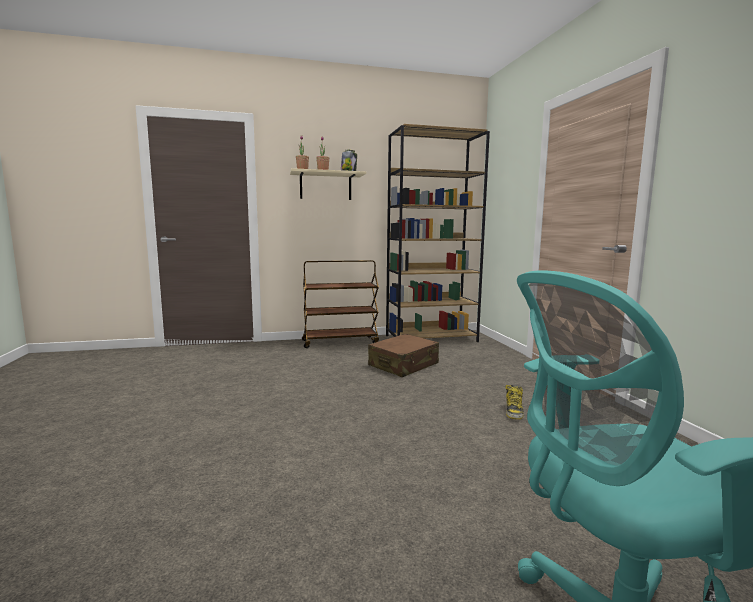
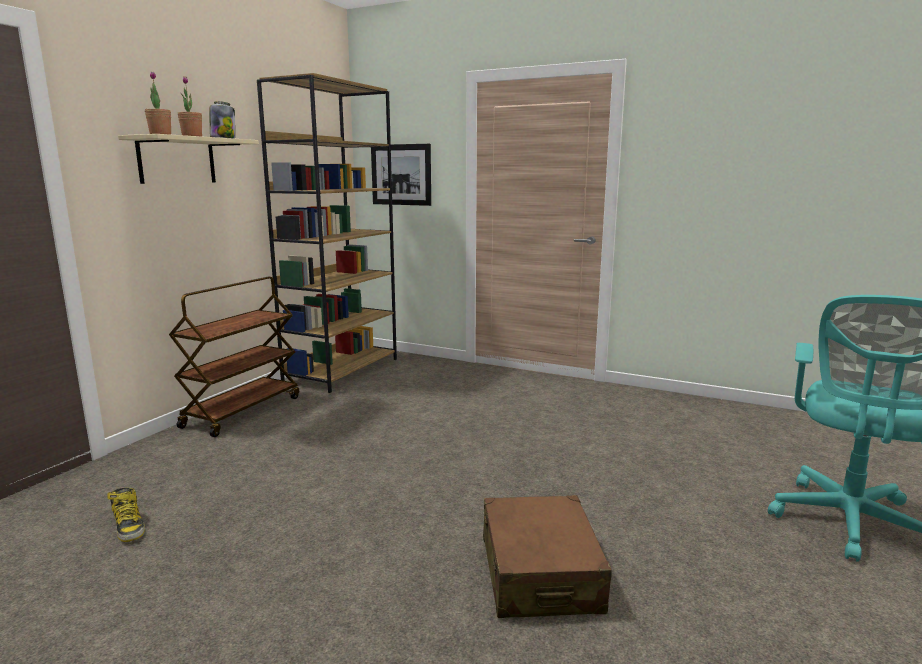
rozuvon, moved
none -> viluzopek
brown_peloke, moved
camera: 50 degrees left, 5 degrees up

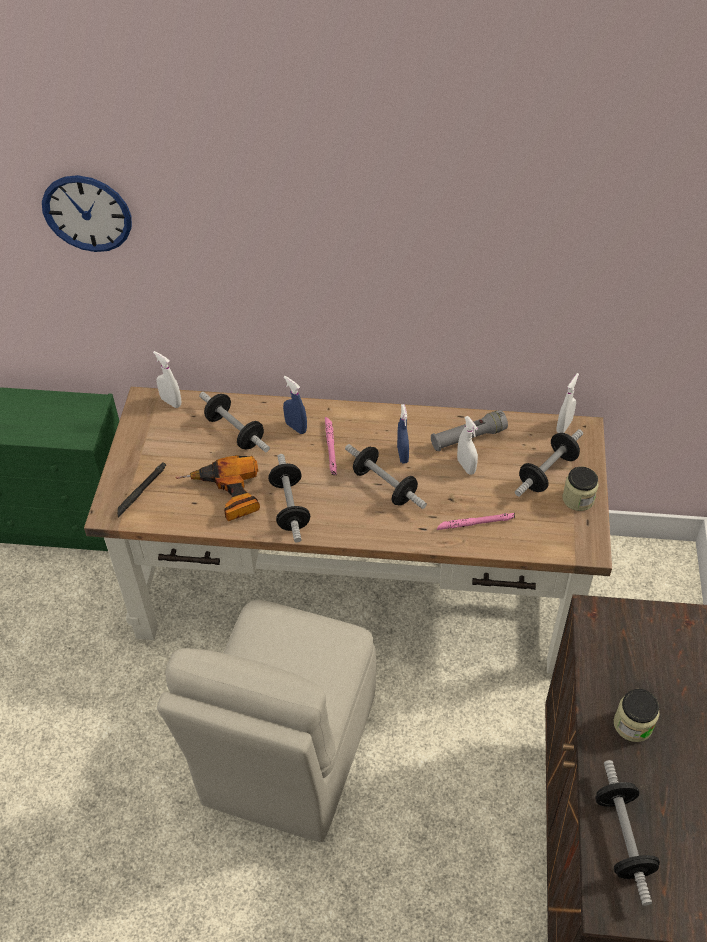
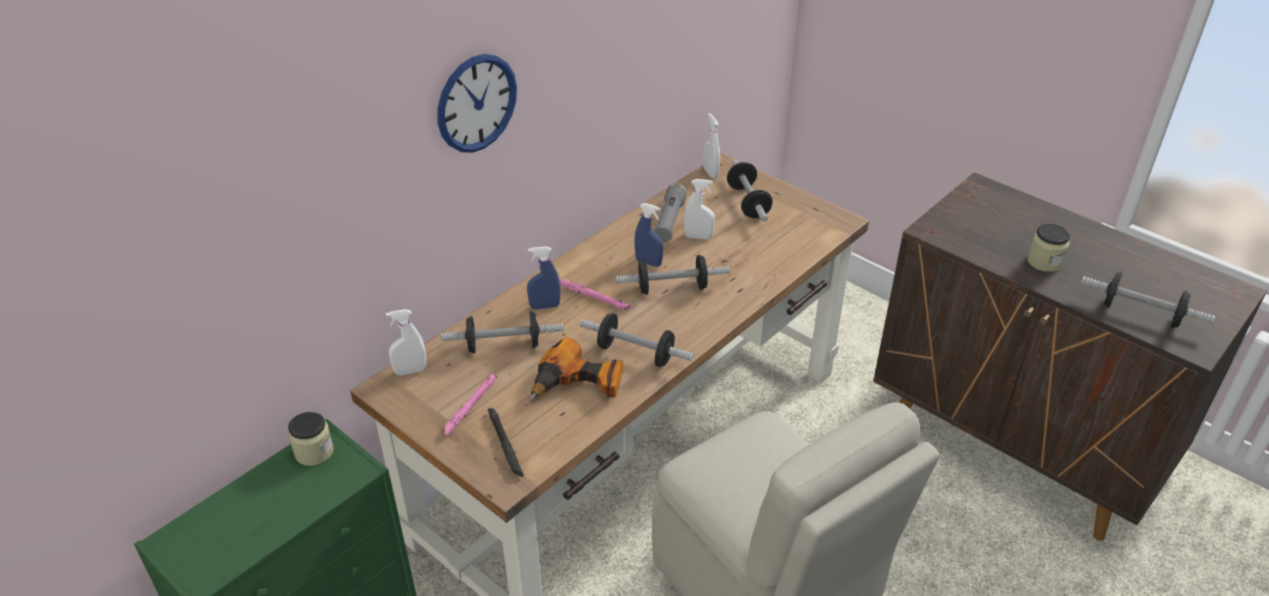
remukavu (1st from left), moved
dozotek, moved
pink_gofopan (2nd from left in the first image) -> pink_gofopan (1st from left), moved
camera: 55 degrees left, 10 degrees down

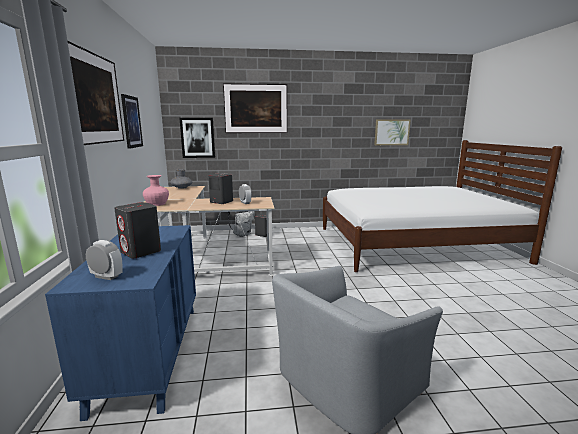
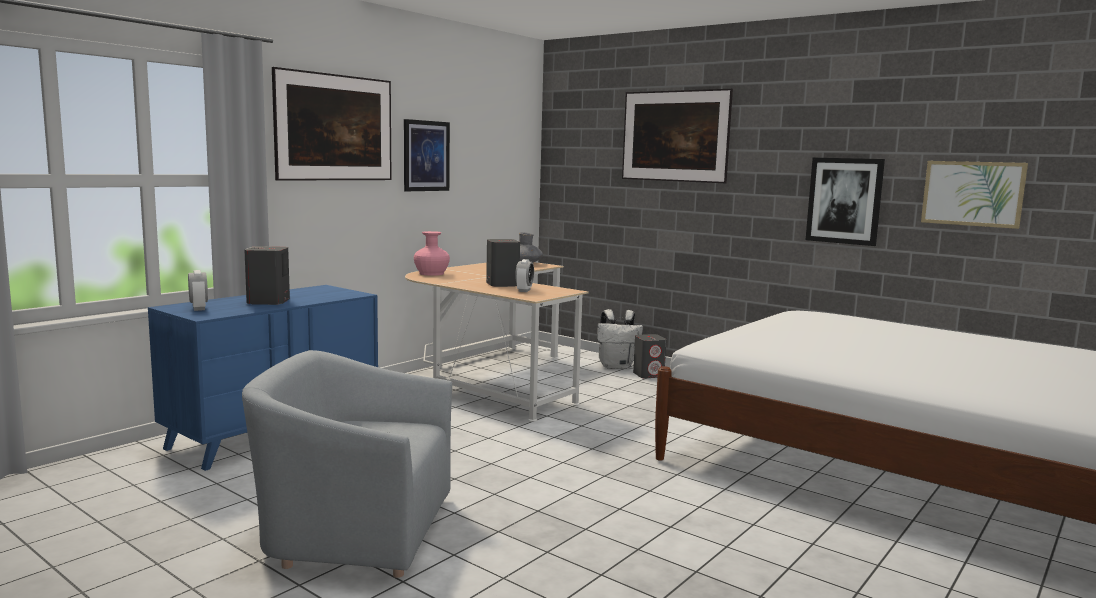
viluzopek (3rd from left in the first image) -> viluzopek (4th from left), moved
camera: 45 degrees right, 5 degrees down

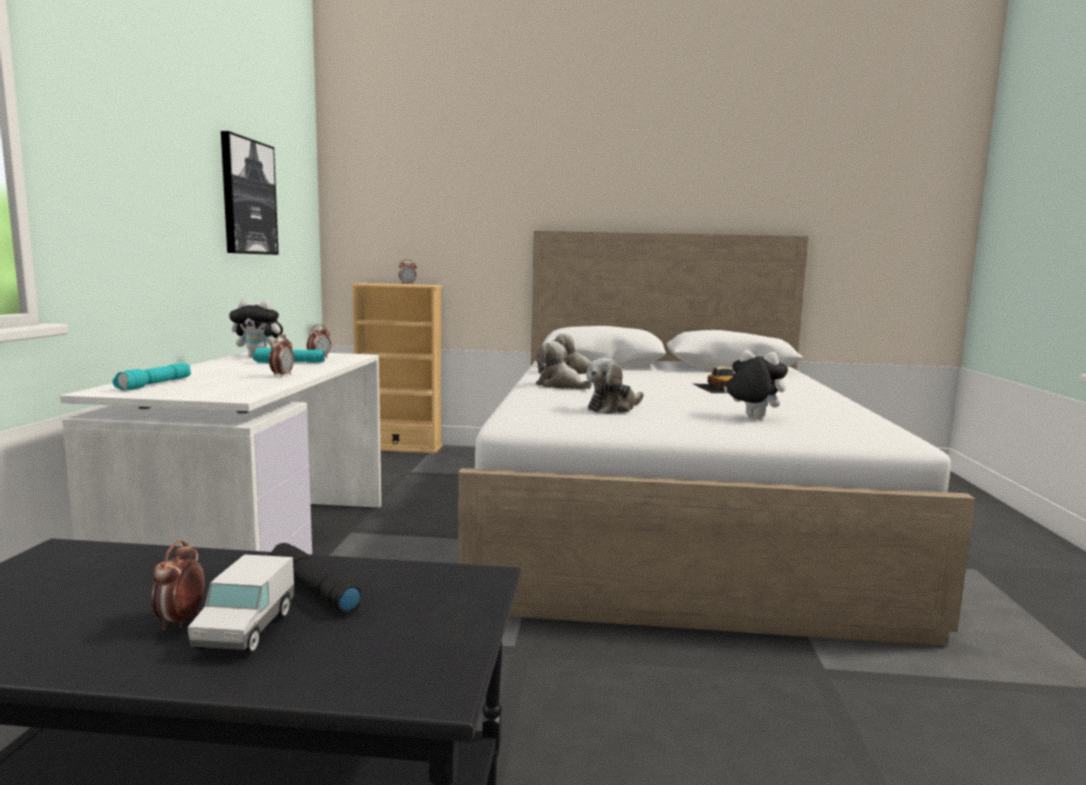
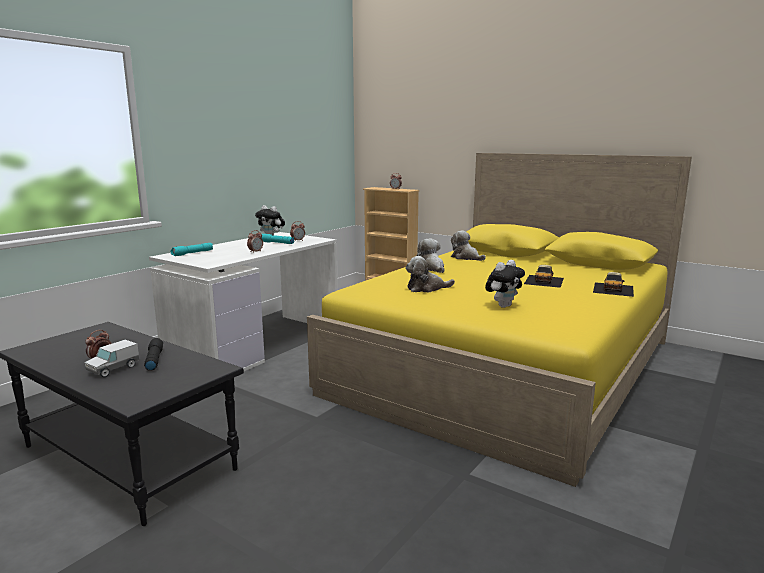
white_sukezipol -> yellow_sukezipol
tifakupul (5th from left), 75 degrees clockwise
none -> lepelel (2nd from left)
viluzopek -> none
camera: 30 degrees right, 5 degrees up

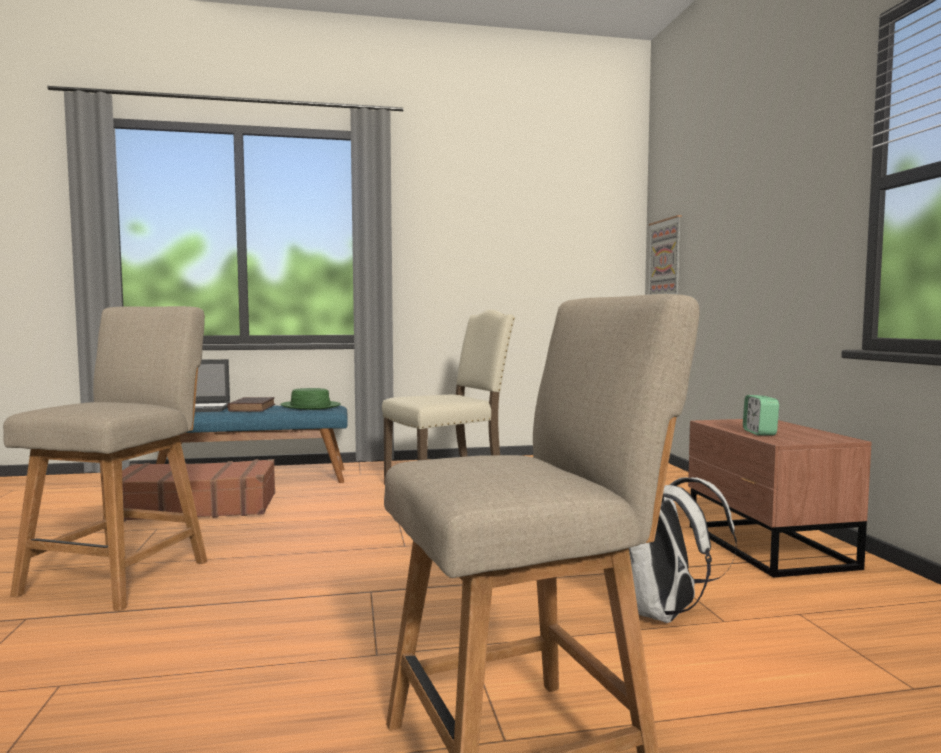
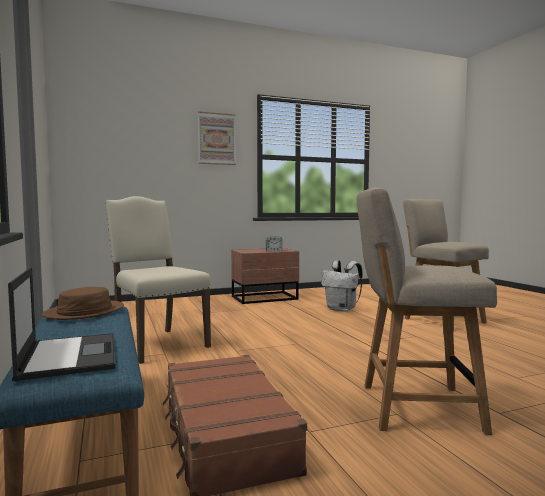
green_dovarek -> brown_dovarek
viluzopek, moved
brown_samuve -> none
camera: 100 degrees left, 0 degrees up

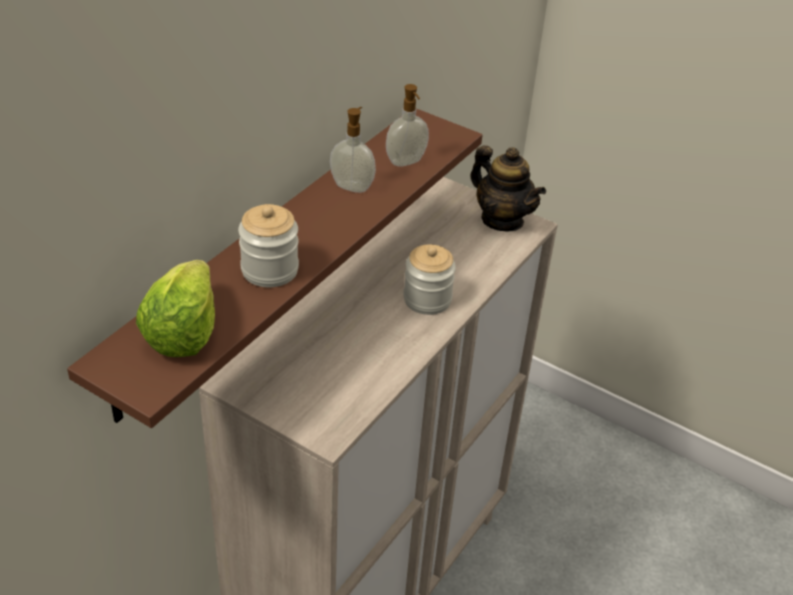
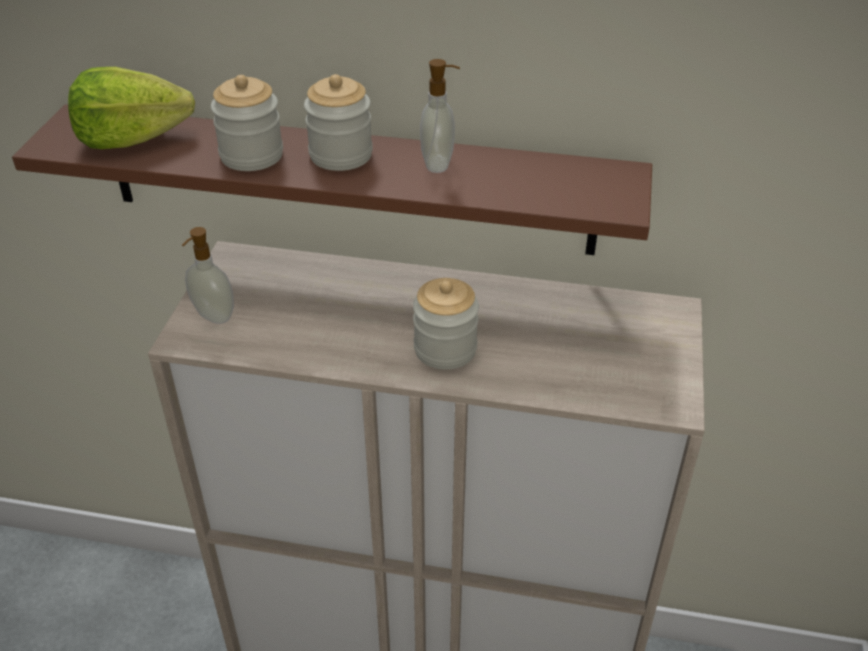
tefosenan (2nd from left in the first image) -> tefosenan (1st from left), moved
none -> remukavu (2nd from left)
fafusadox -> none
camera: 70 degrees right, 0 degrees up

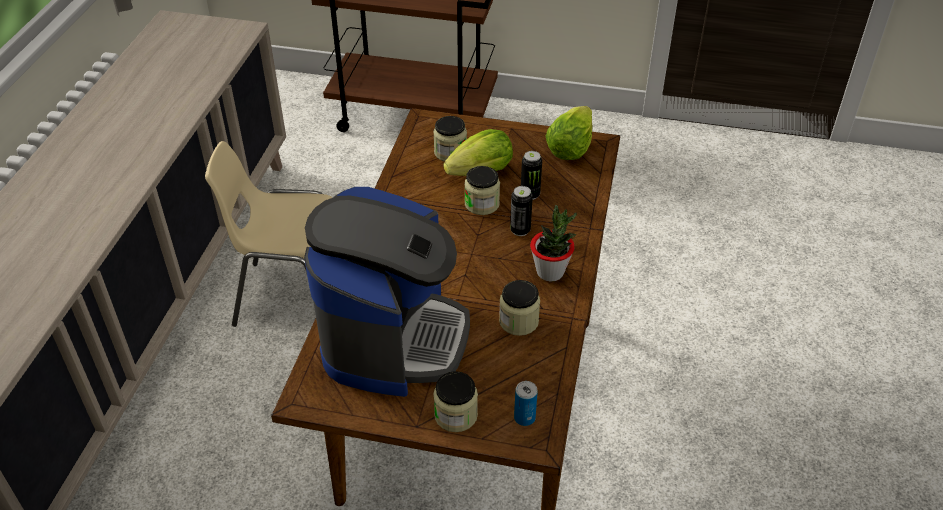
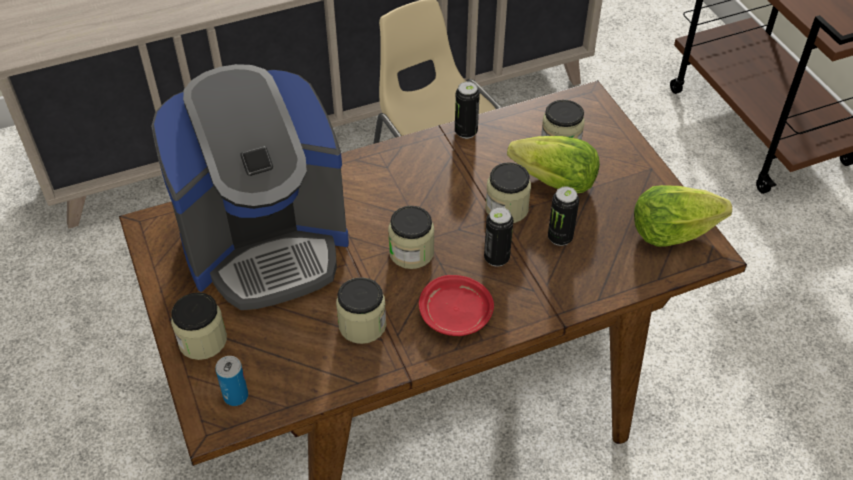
none -> remukavu (3rd from left)
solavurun -> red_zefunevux
none -> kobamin (2nd from left)
camera: 55 degrees right, 5 degrees up

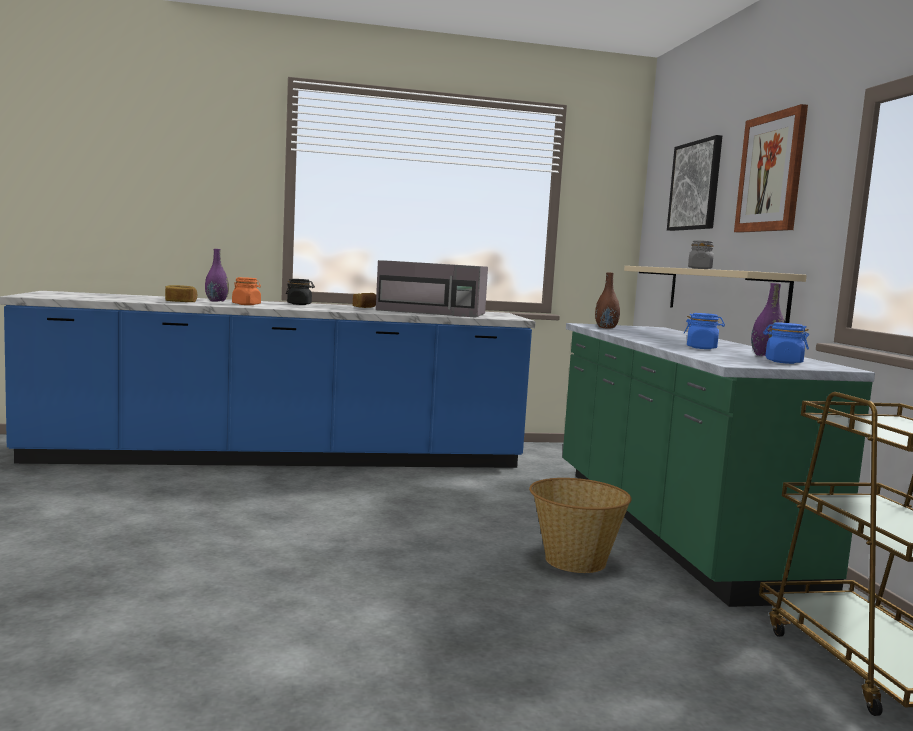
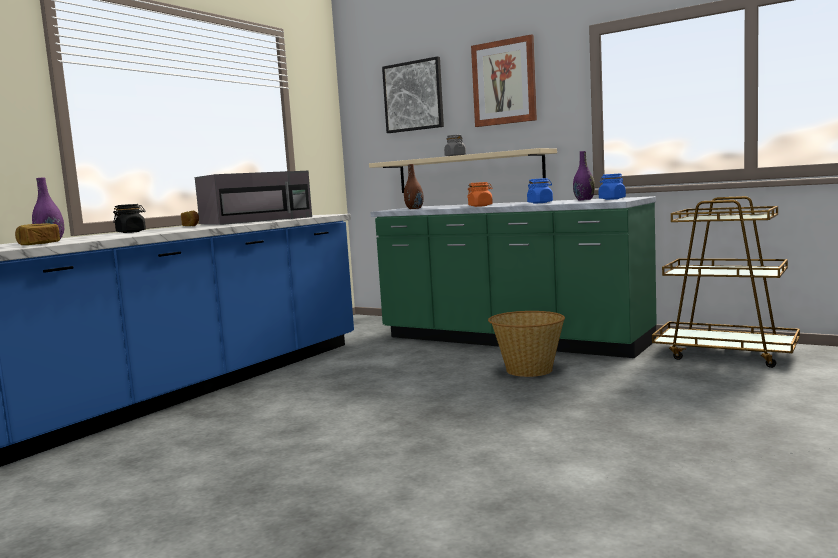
orange_remukavu, moved
camera: 45 degrees left, 0 degrees up

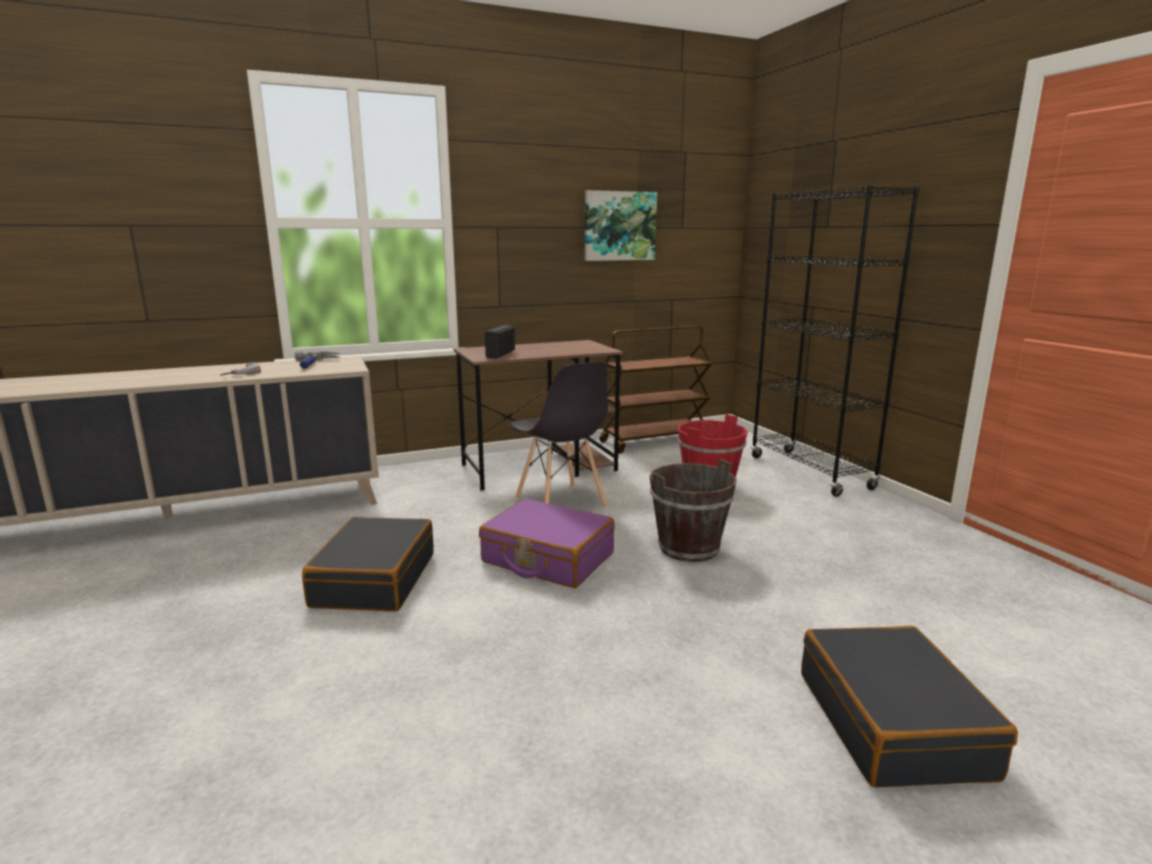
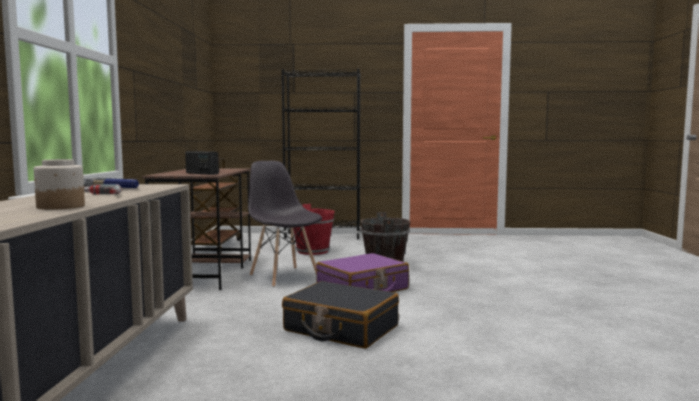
none -> remukavu
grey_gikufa, 120 degrees counterclockwise
viluzopek -> none
black_peloke (2nd from left) -> none
camera: 65 degrees left, 10 degrees down

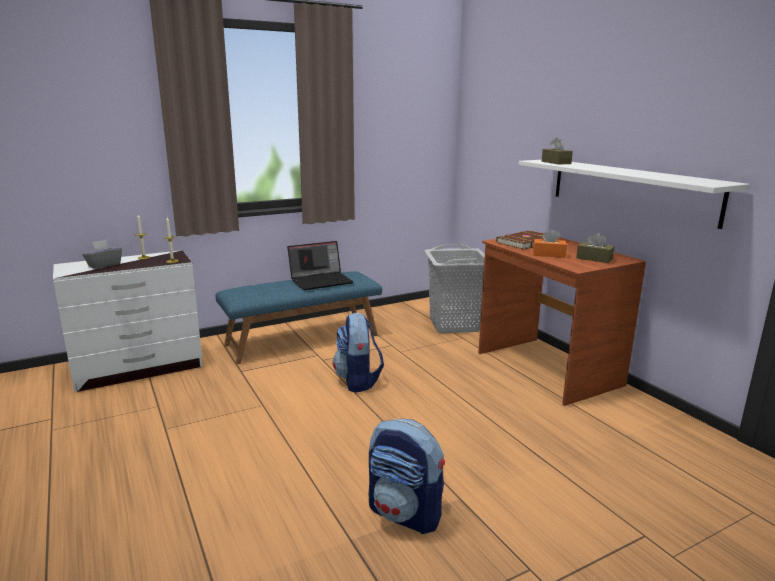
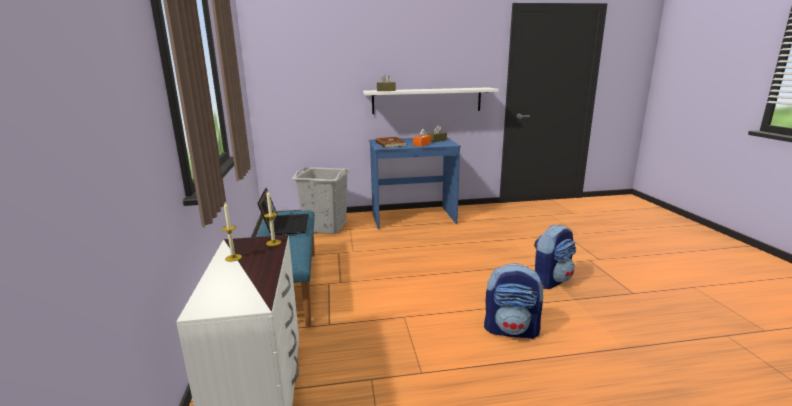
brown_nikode -> blue_nikode
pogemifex (1st from left), moved
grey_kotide -> none
camera: 70 degrees left, 0 degrees up

